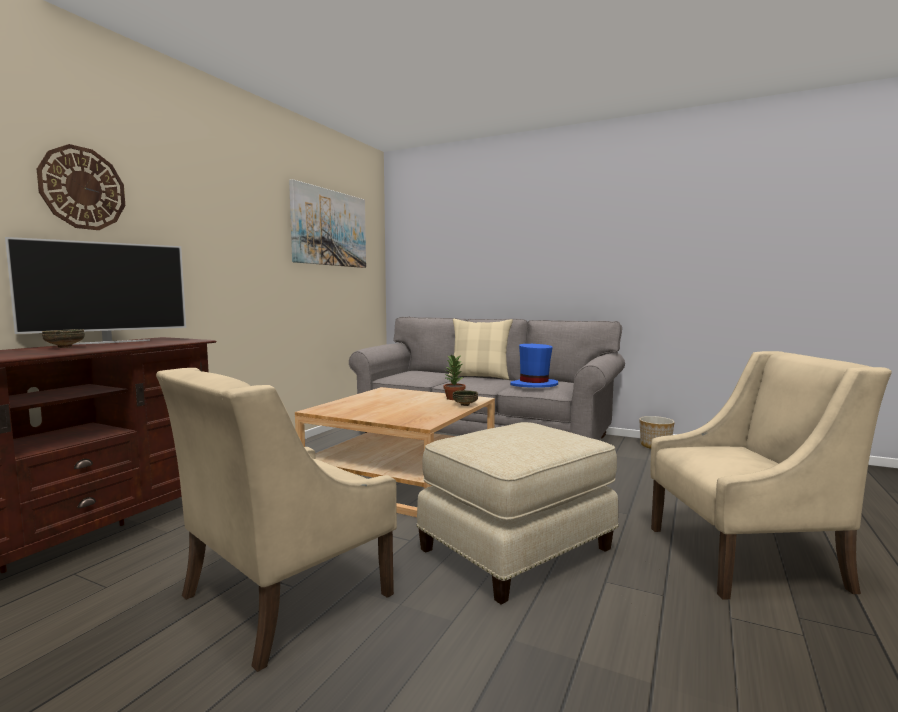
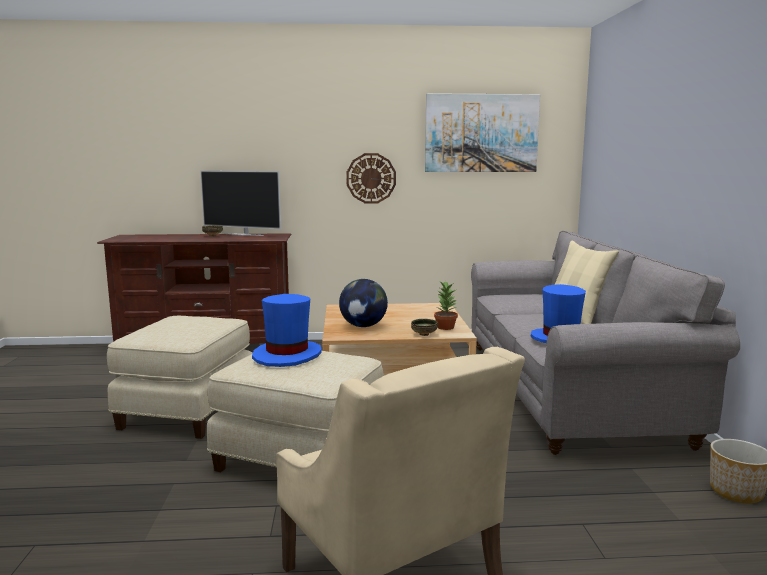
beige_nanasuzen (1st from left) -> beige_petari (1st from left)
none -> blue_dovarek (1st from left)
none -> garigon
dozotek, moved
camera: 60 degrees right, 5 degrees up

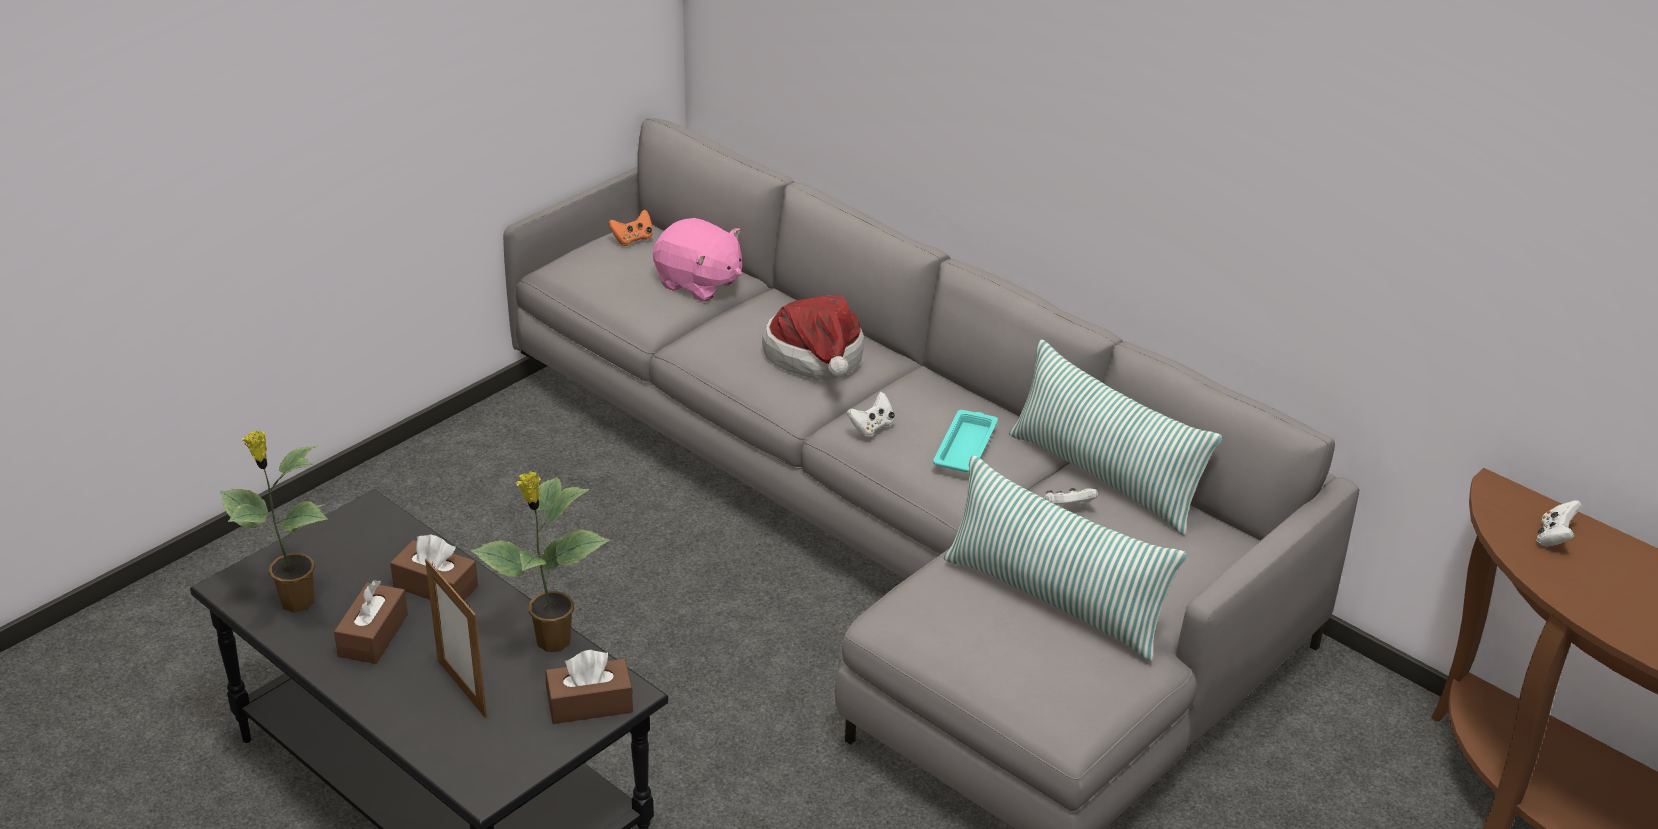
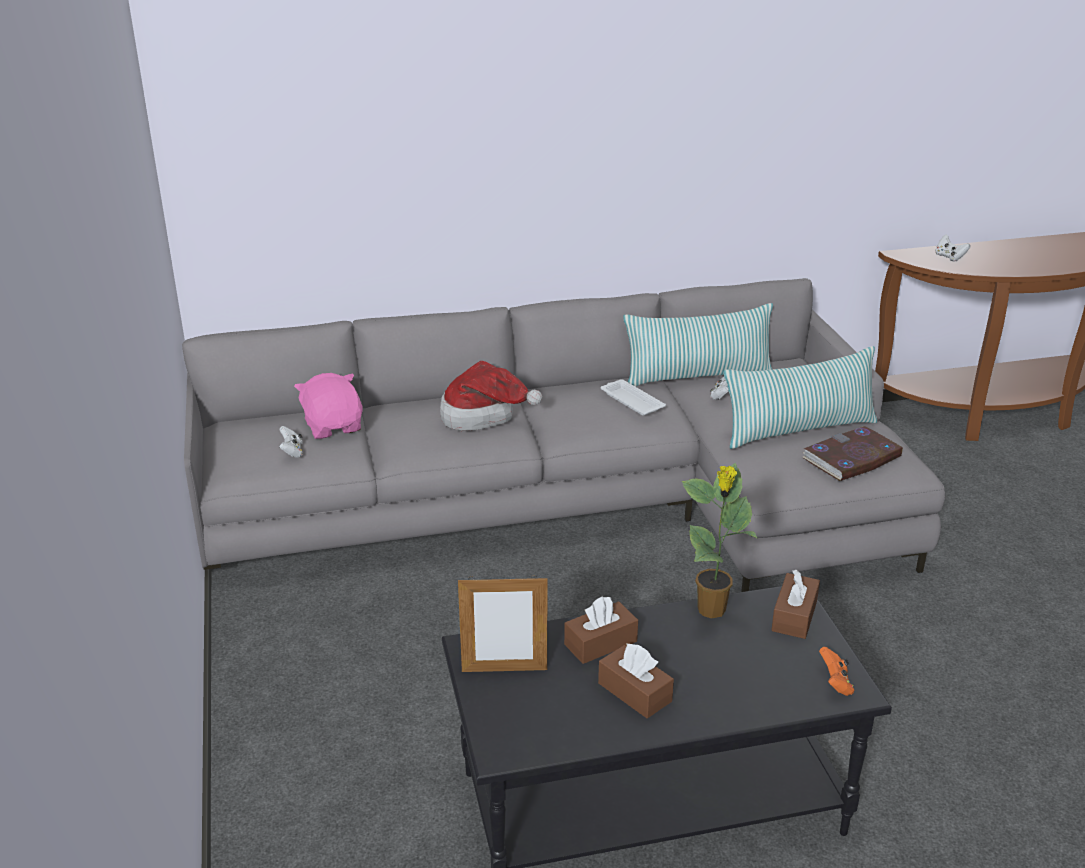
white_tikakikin (1st from left), moved
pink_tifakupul, 90 degrees counterclockwise
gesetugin, moved
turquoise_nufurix -> white_nufurix
none -> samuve
orange_tikakikin, moved
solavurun (1st from left) -> none
camera: 55 degrees left, 5 degrees down

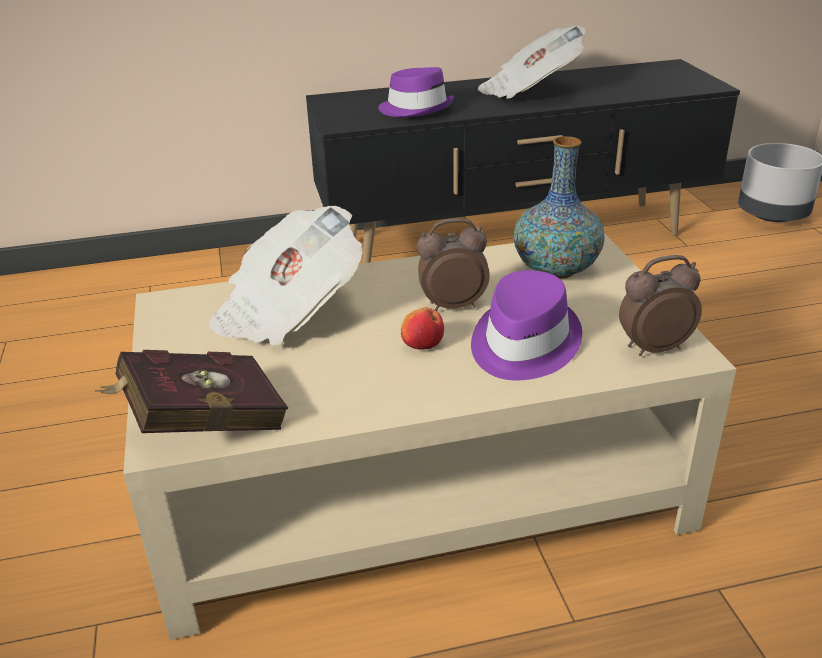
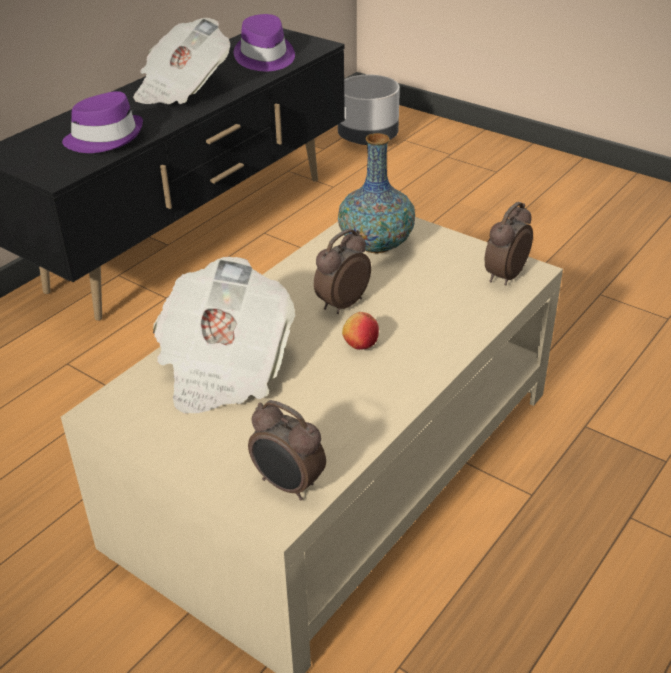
purple_dovarek (2nd from left), moved
red_samuve -> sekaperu (1st from left)
camera: 40 degrees left, 5 degrees up

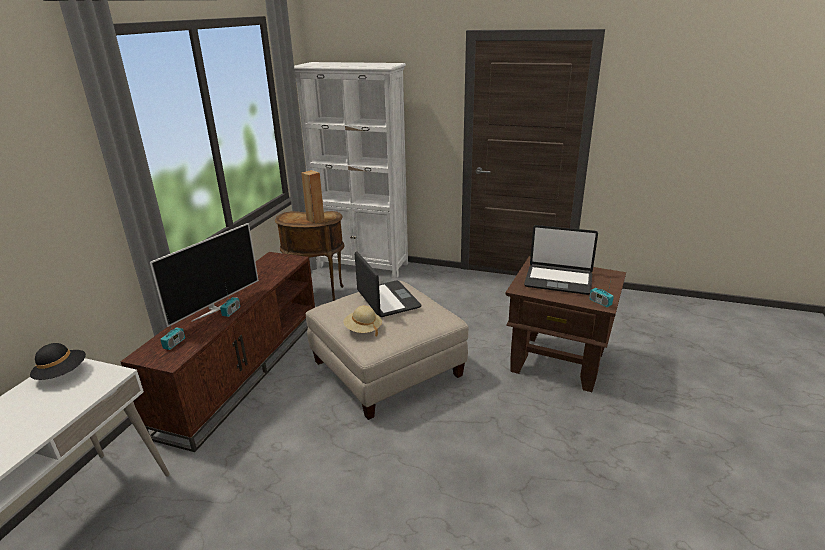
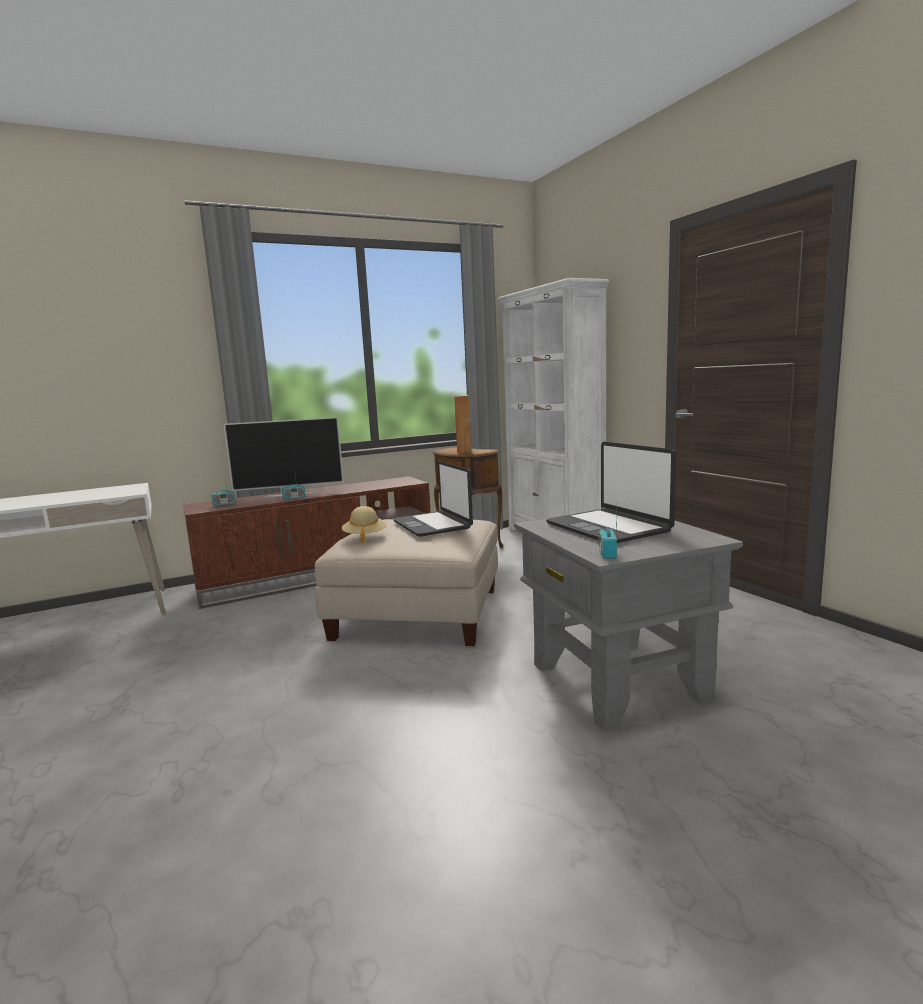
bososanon (1st from left), 135 degrees clockwise
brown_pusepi (2nd from left) -> grey_pusepi
black_dovarek -> none
camera: 45 degrees right, 15 degrees down

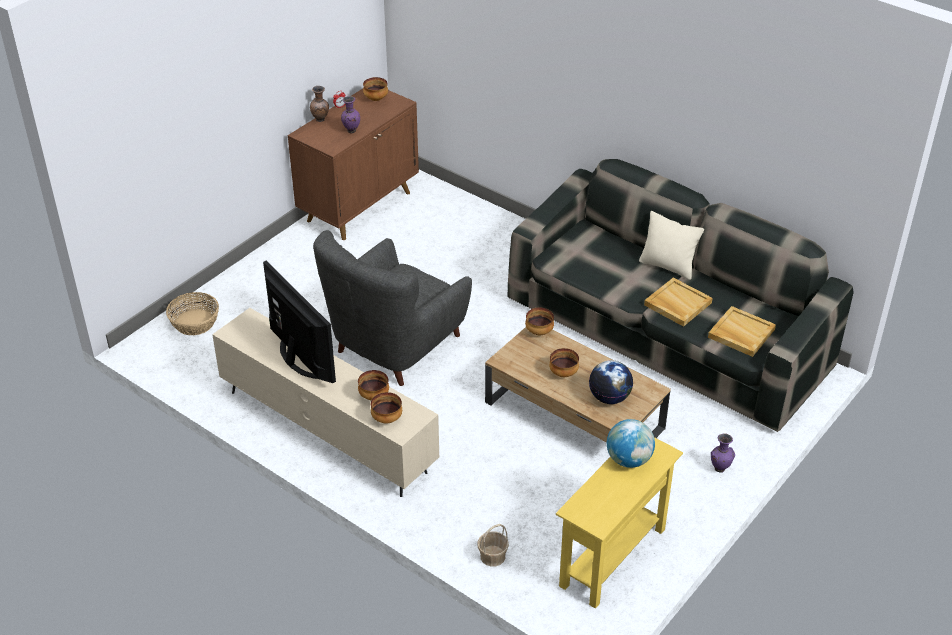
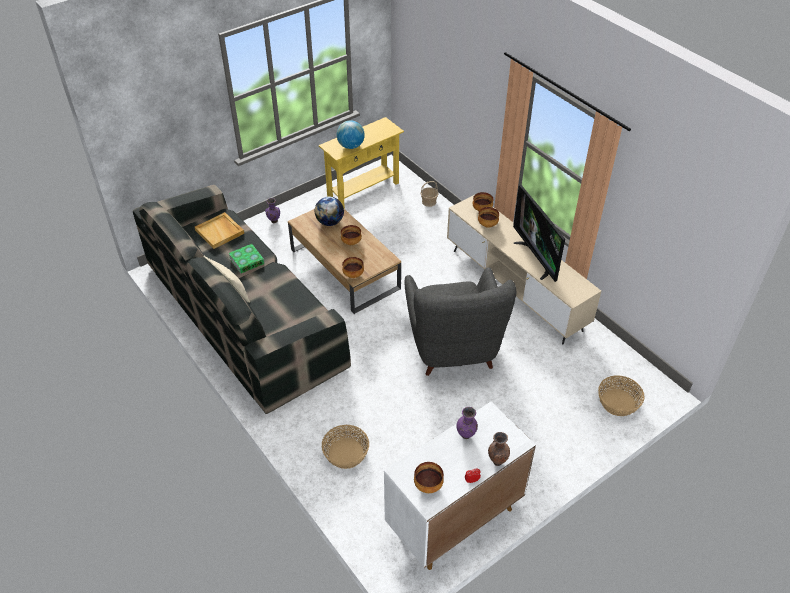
beige_nufurix (1st from left) -> samuve
none -> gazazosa (1st from left)
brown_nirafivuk -> white_nirafivuk
grey_nanasuzen, 120 degrees clockwise
camera: 165 degrees left, 5 degrees up

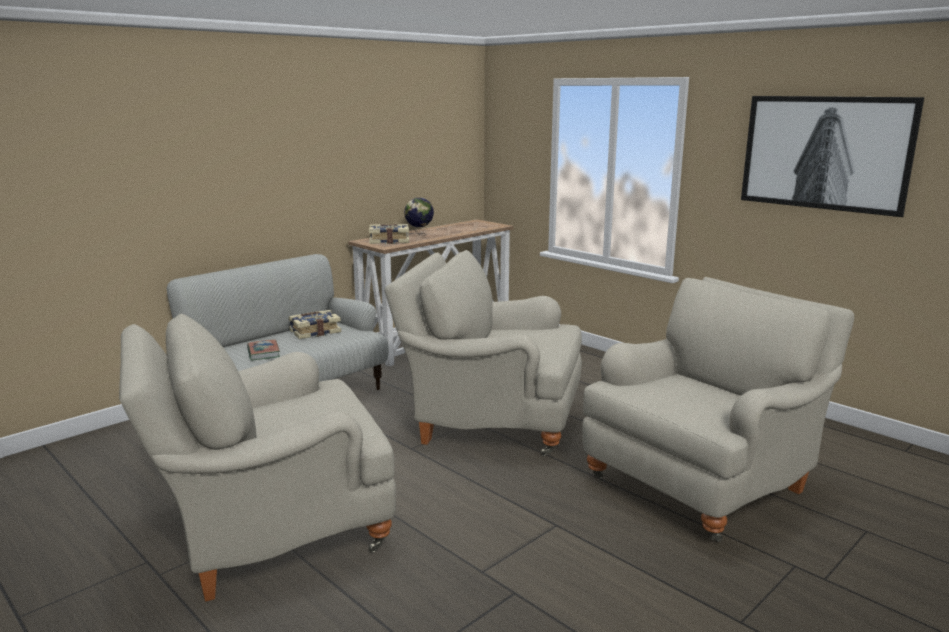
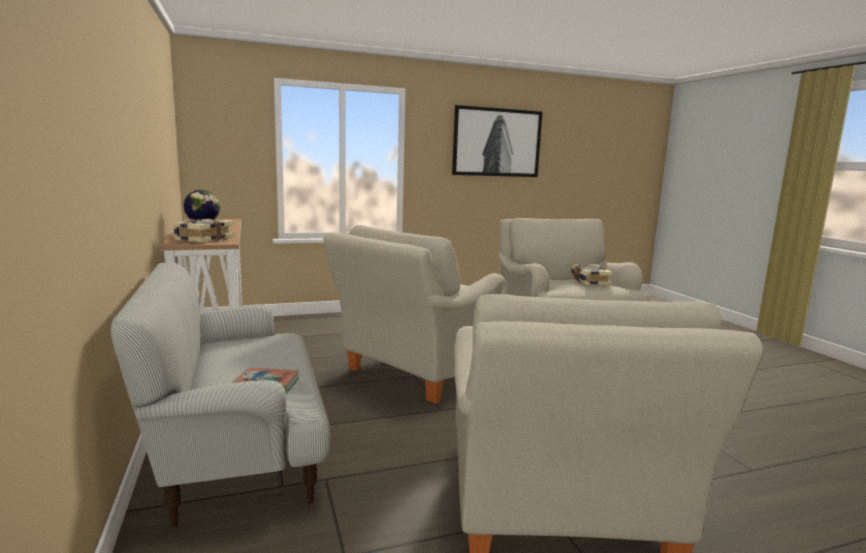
samuve (2nd from left in the first image) -> samuve (3rd from left), moved
camera: 65 degrees left, 5 degrees down

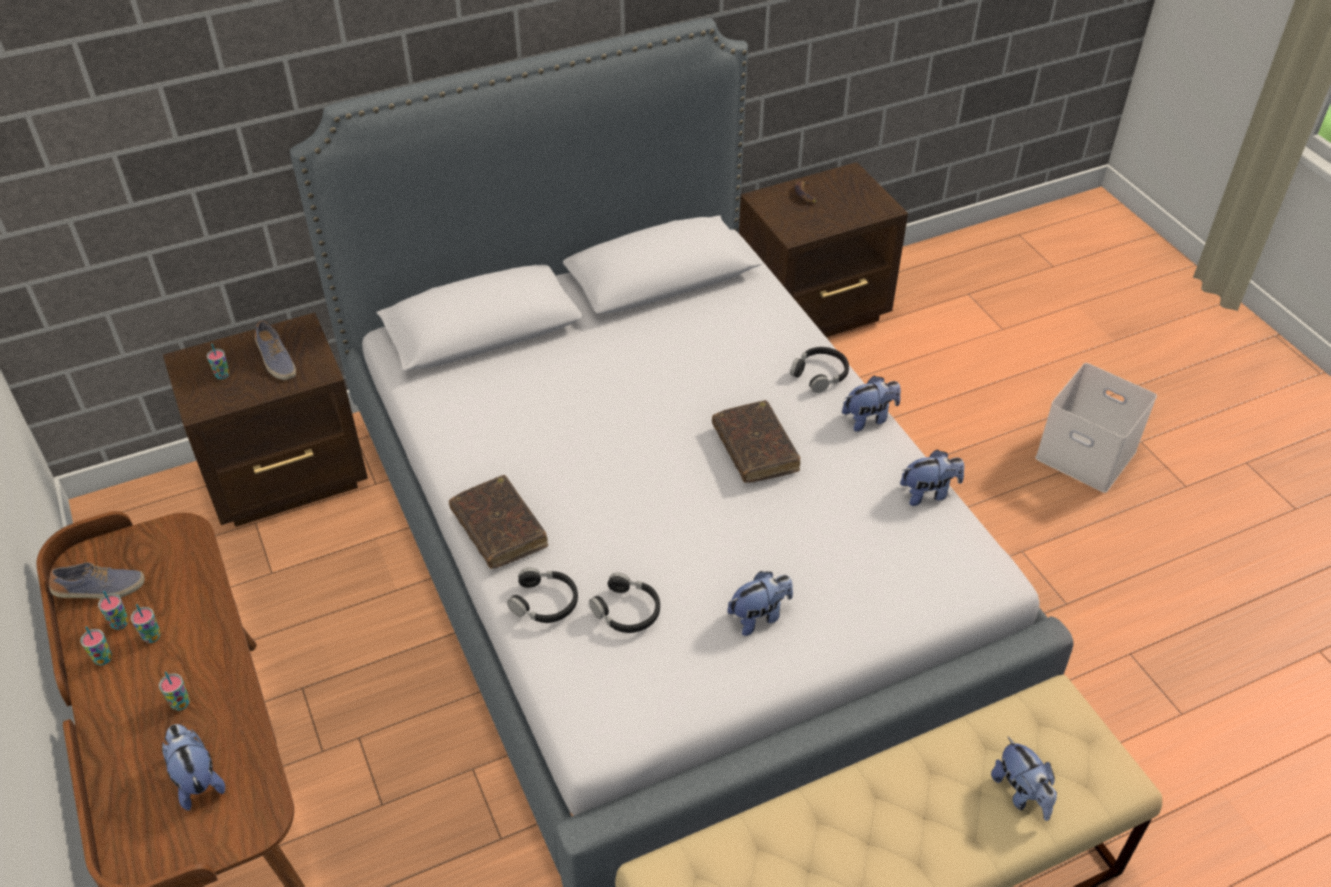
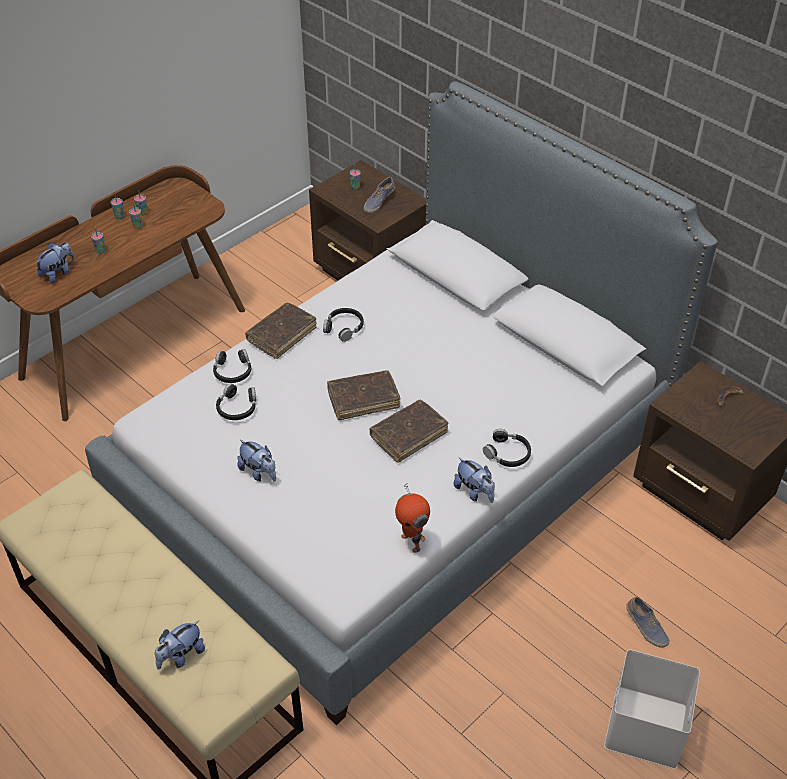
none -> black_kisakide (3rd from left)
none -> brown_samuve (2nd from left)
tifakupul (4th from left) -> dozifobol
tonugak (1st from left in the first image) -> tonugak (2nd from left), moved
camera: 70 degrees right, 0 degrees up

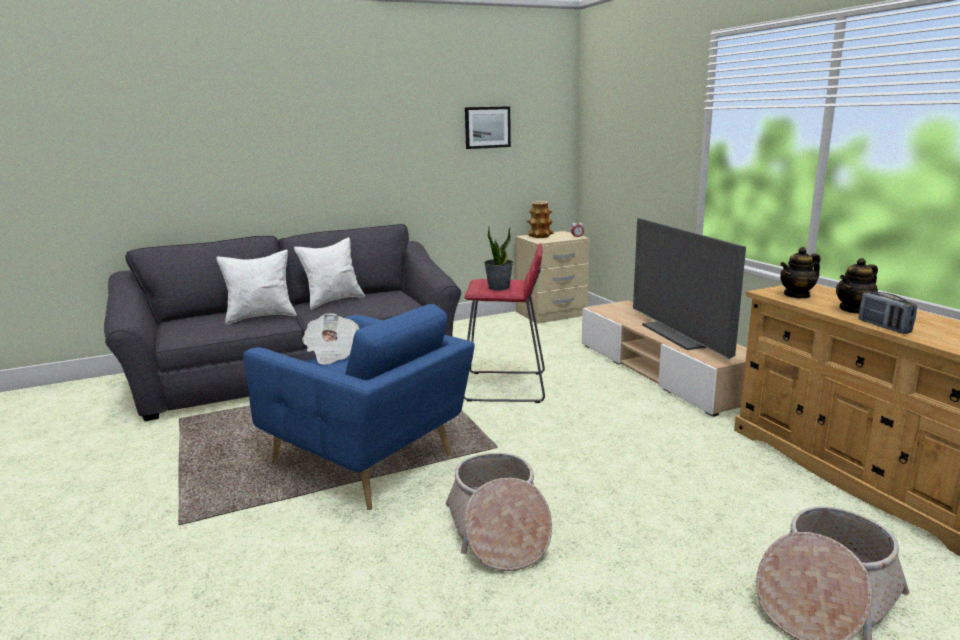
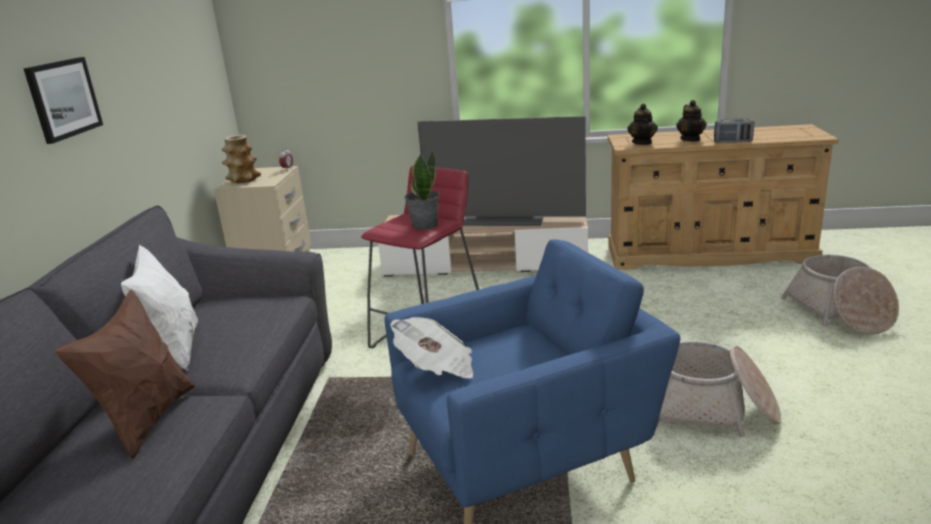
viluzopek, moved
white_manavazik (1st from left) -> brown_manavazik
camera: 60 degrees left, 5 degrees up

